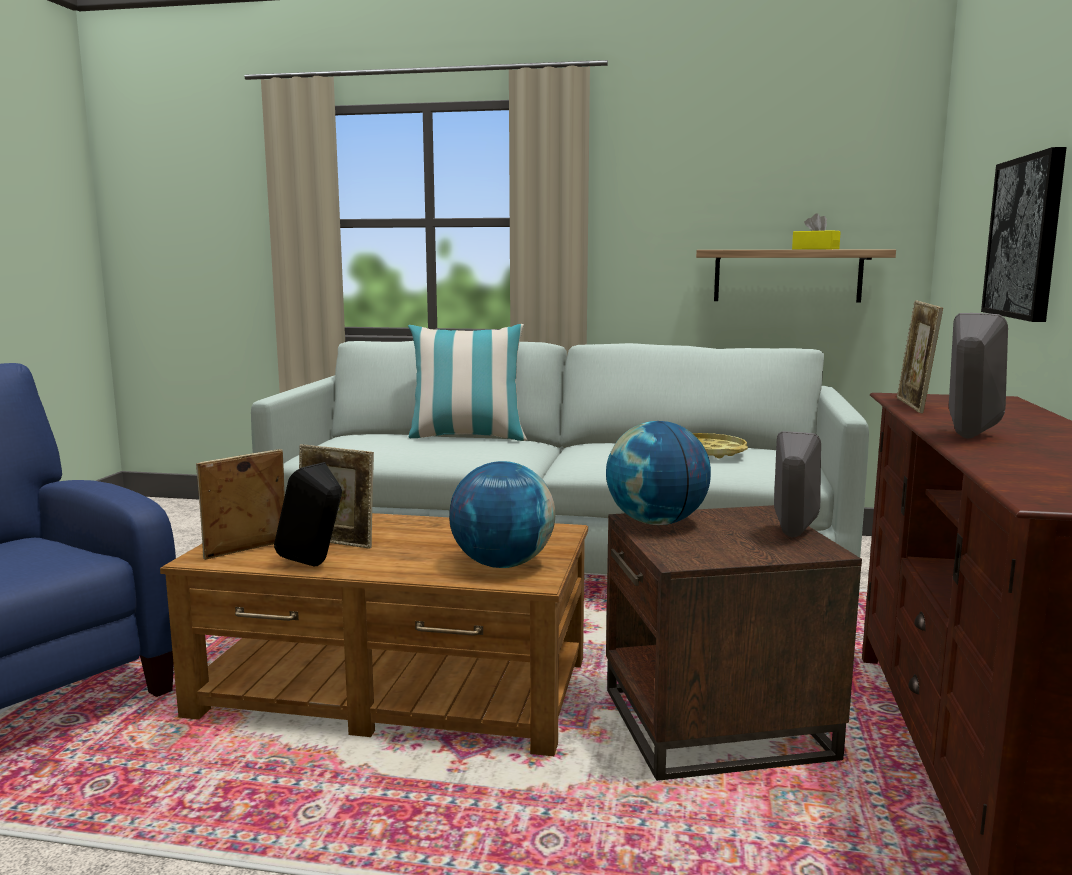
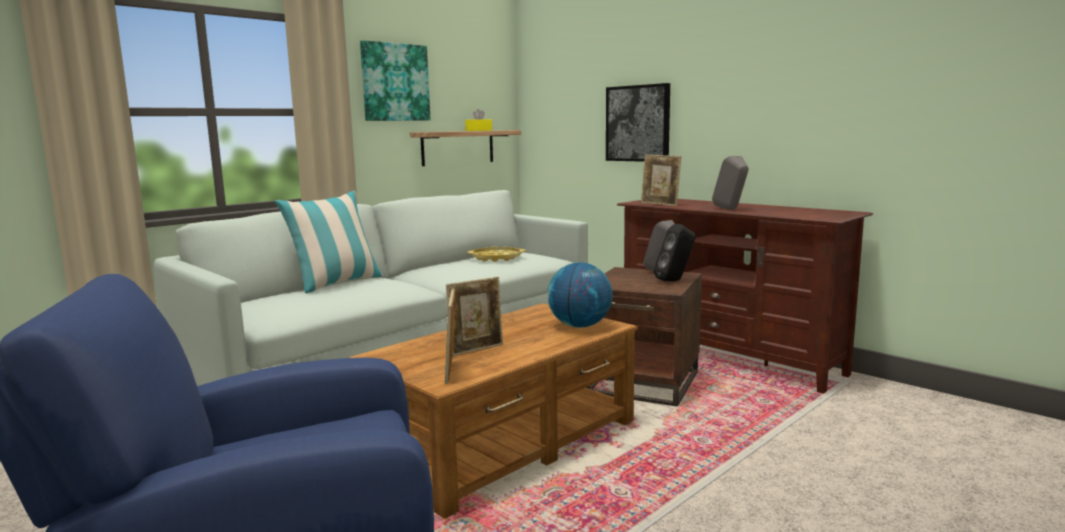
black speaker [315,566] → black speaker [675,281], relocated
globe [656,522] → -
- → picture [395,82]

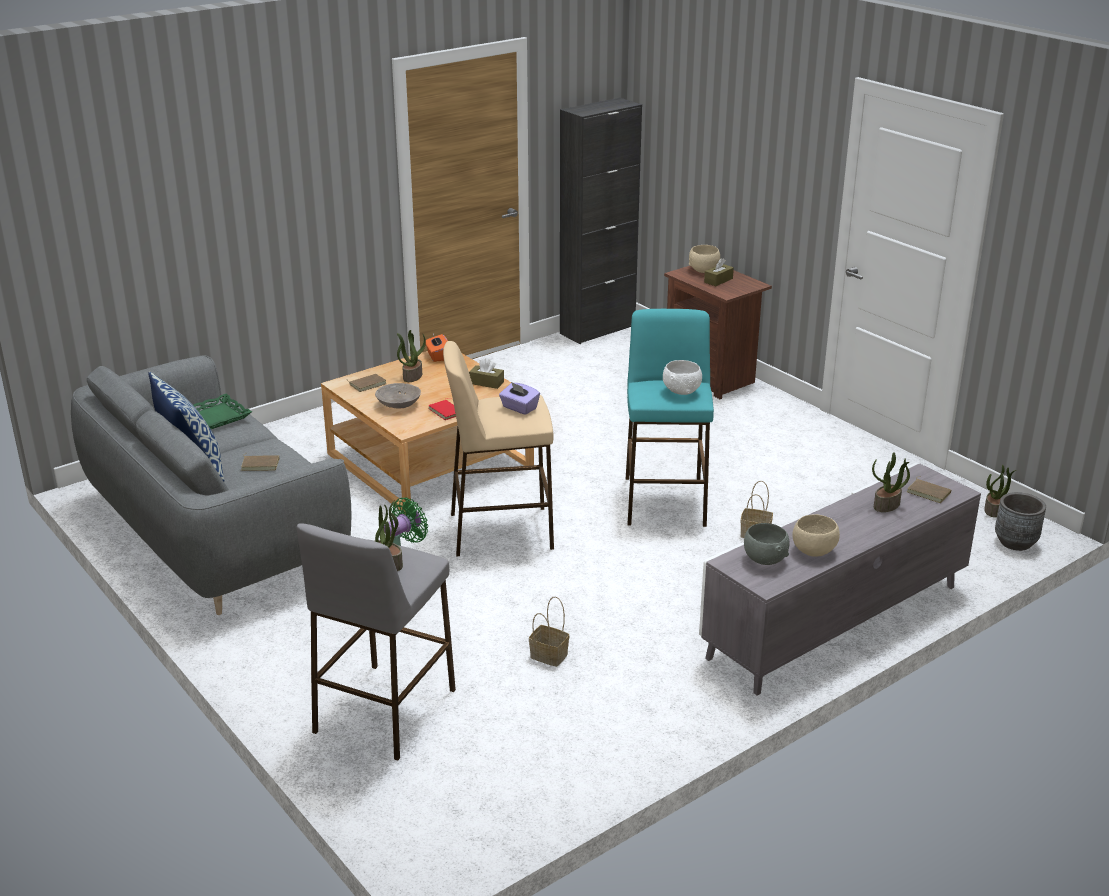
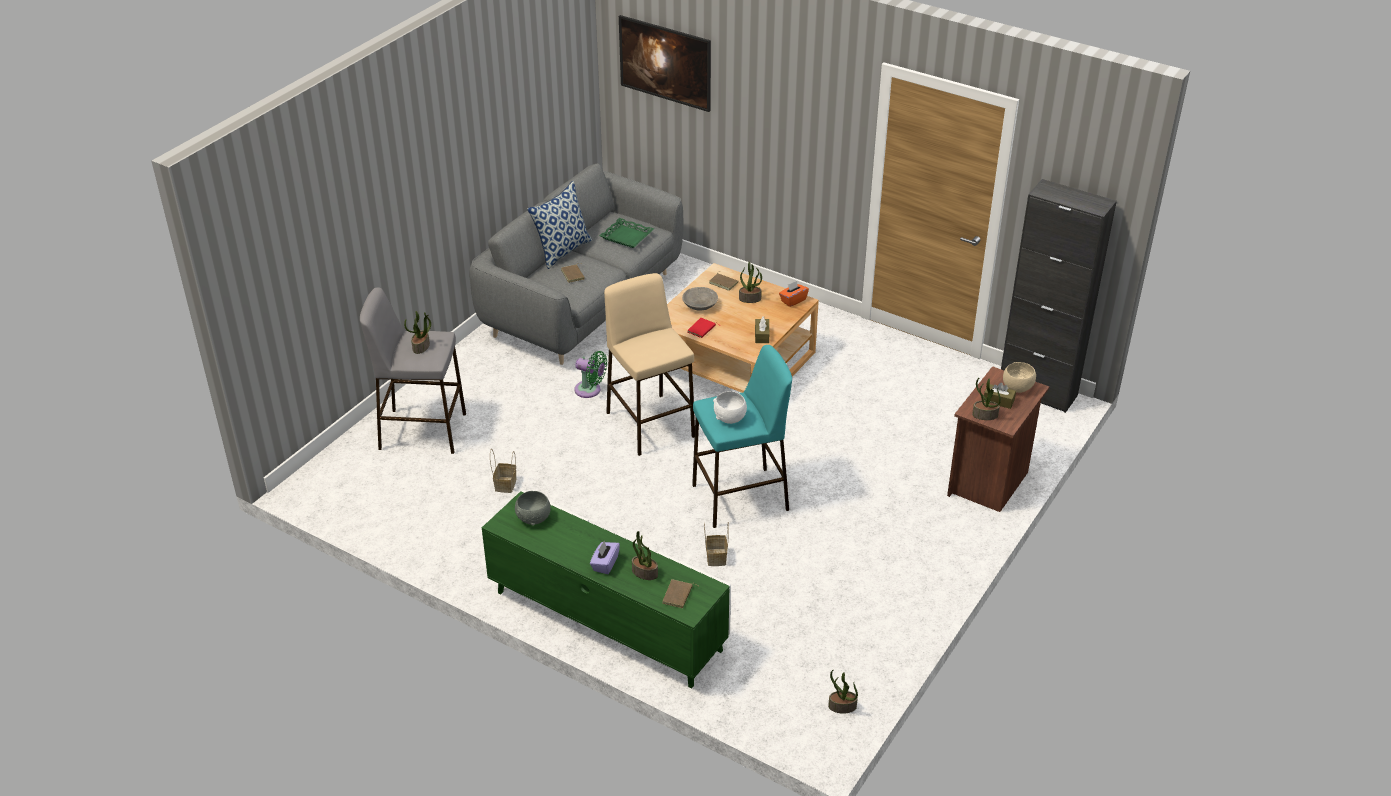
purple tissue box [519,408] → purple tissue box [605,564], relocated
grey tv stand [835,622] → green tv stand [607,621]
beige bowl [813,551] → -
grey planter [1015,542] → -
- → picture [665,80]
- → potted plant [984,415]

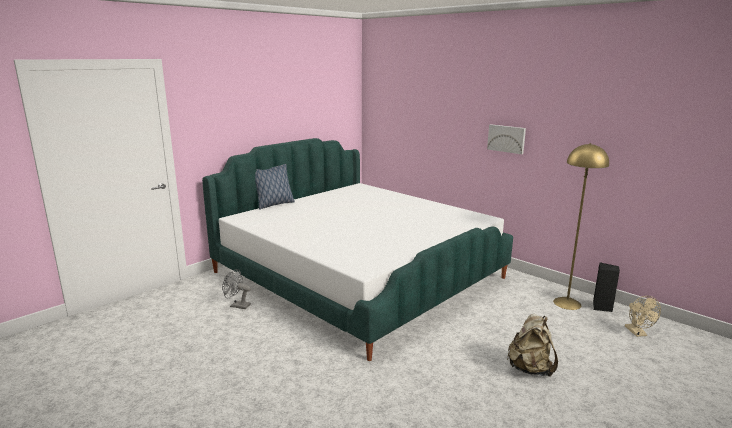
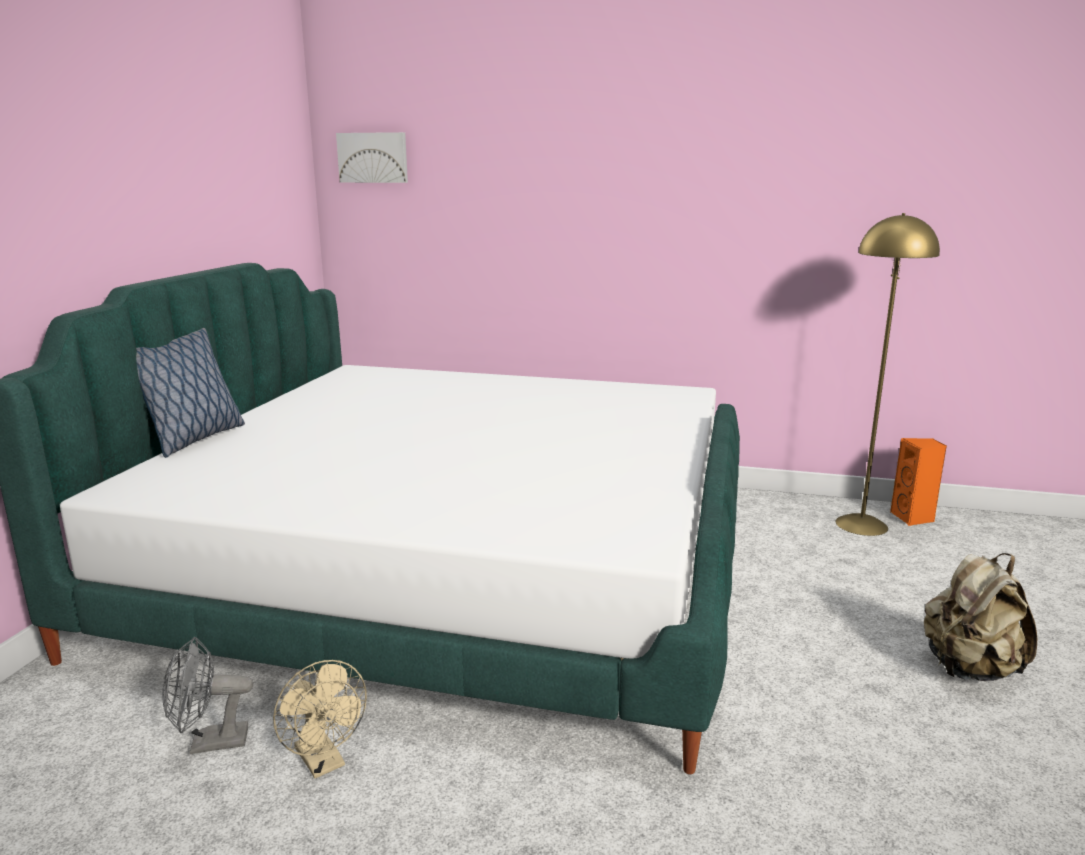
picture [506,138] → picture [373,157], relocated
black speaker [602,307] → orange speaker [913,518]
beige fan [638,333] → beige fan [324,762], relocated

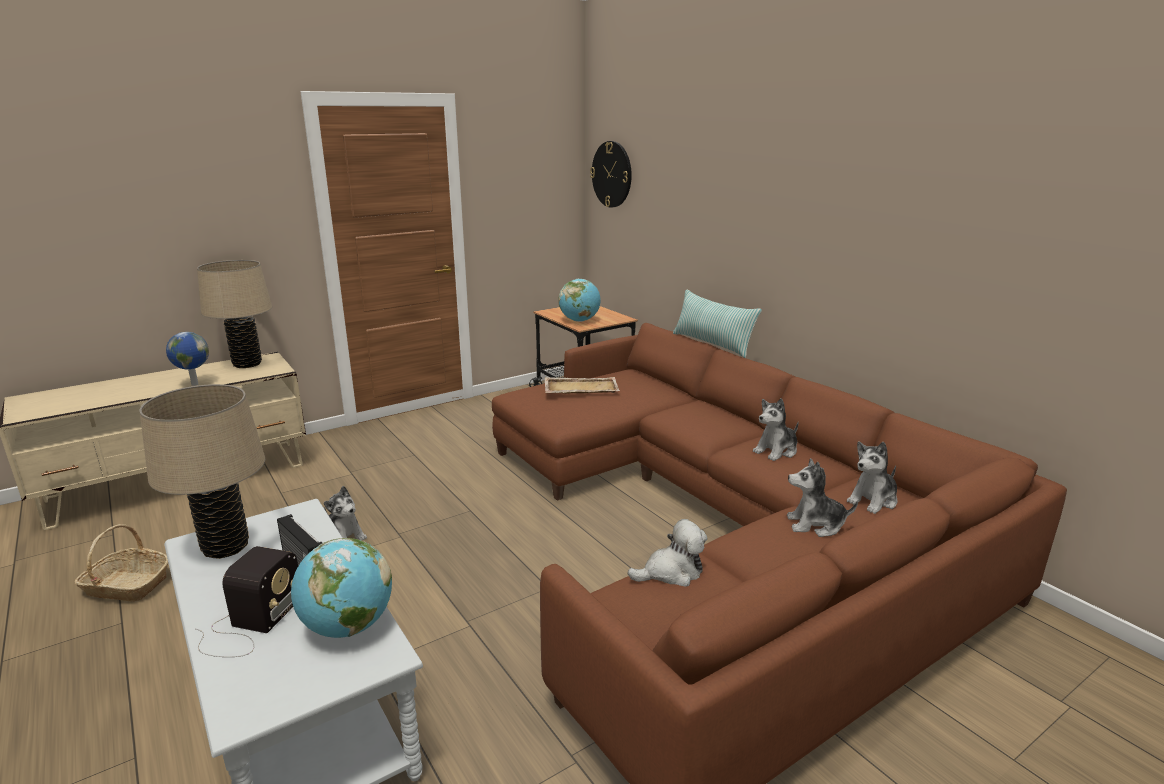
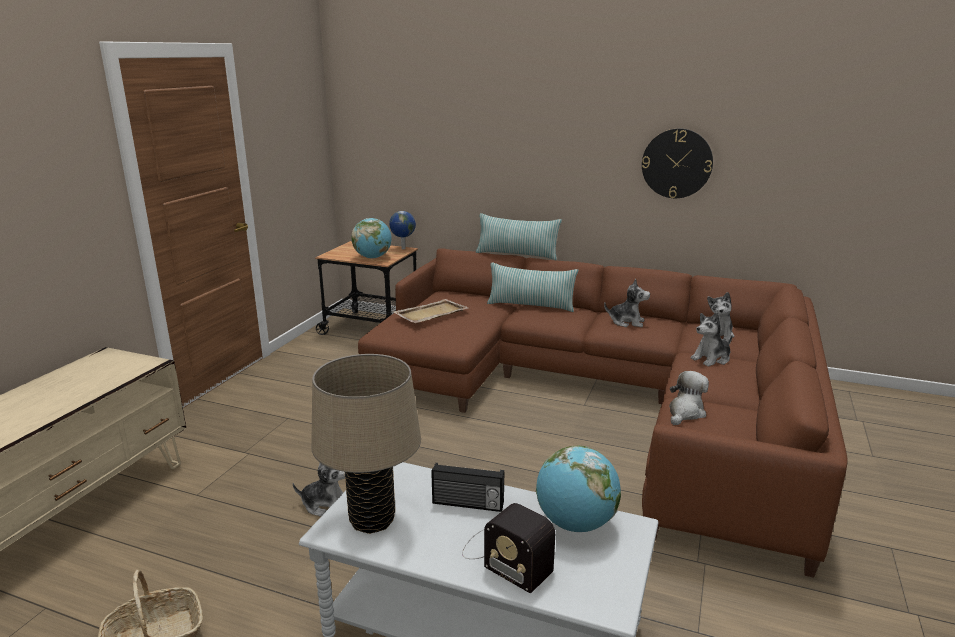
globe [194,384] → globe [403,248], relocated
radio [249,624] → radio [504,557], 150 degrees clockwise
beige table lamp [247,364] → -
wall clock [612,174] → wall clock [676,163], relocated
plush toy [776,451] → plush toy [626,322], 90 degrees counterclockwise
- → pillow [531,305]

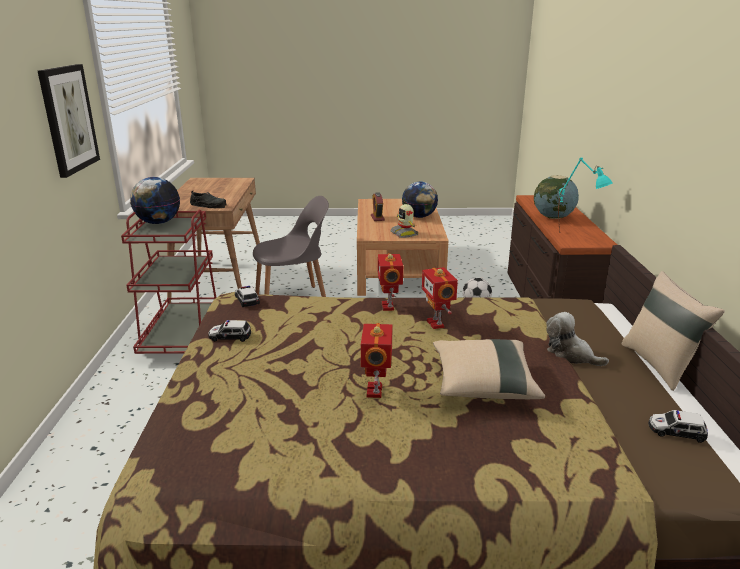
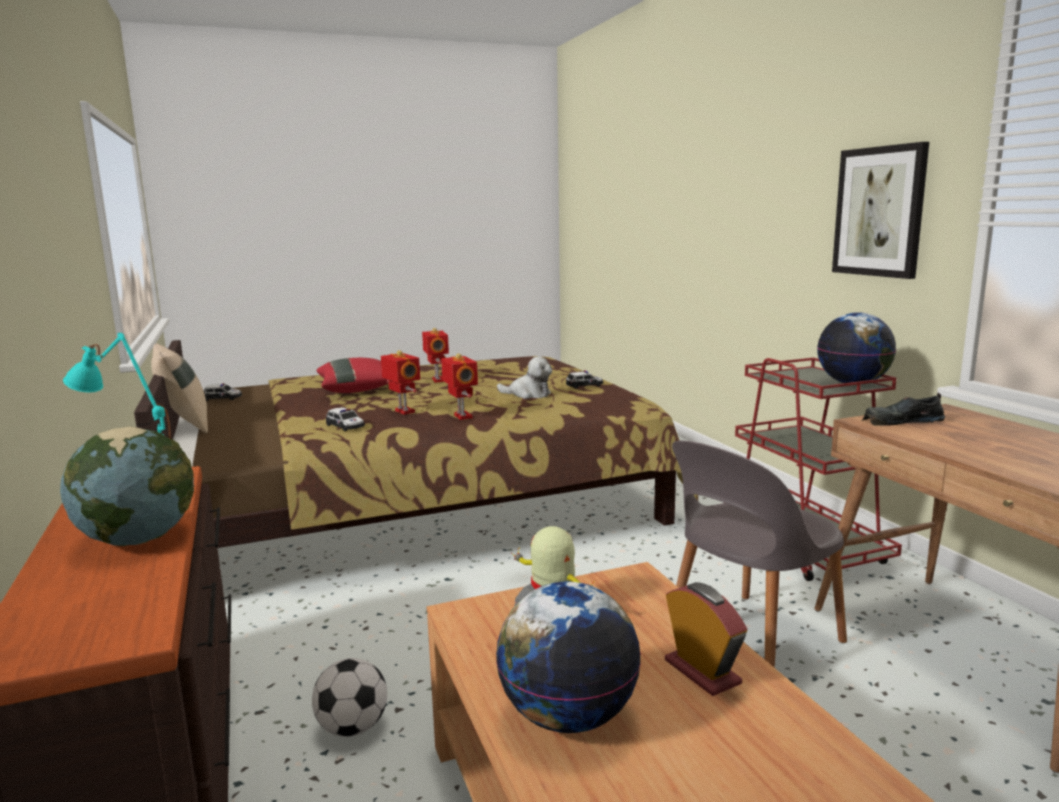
toy car [247,300] → toy car [345,426], relocated
beige pillow [483,385] → red pillow [358,390]
plush toy [570,355] → plush toy [528,394], relocated

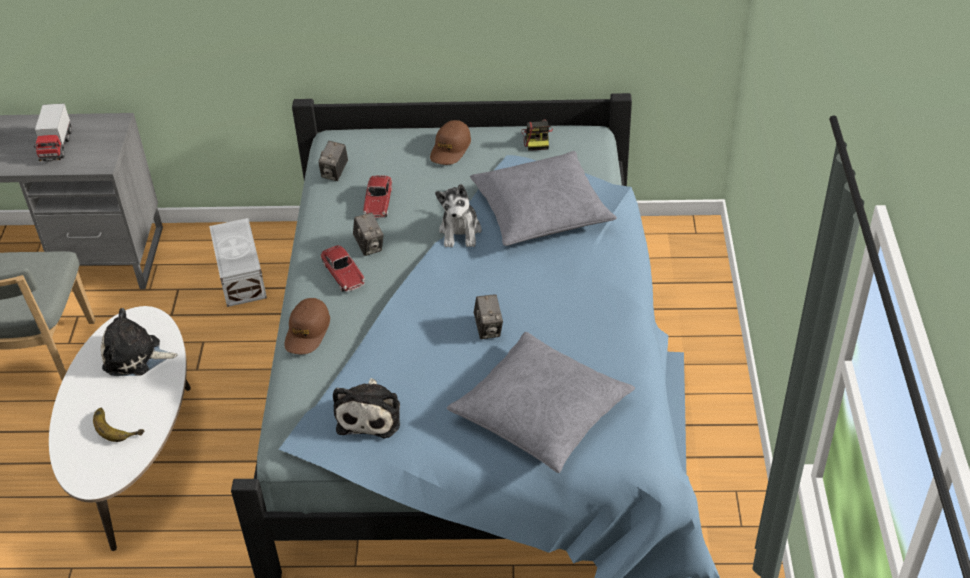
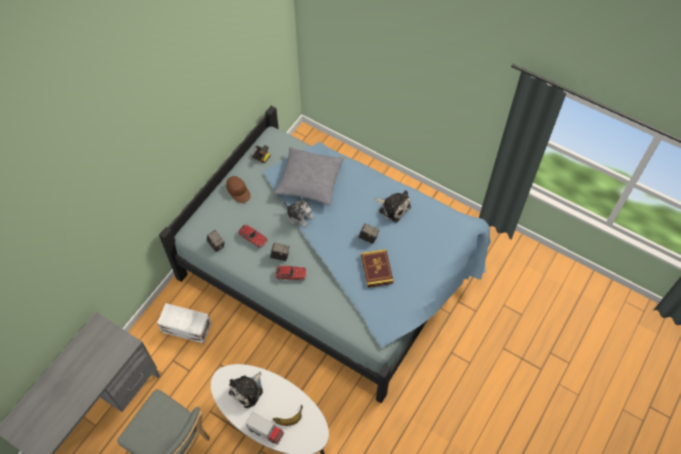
toy truck [56,146] → toy truck [265,431], relocated
brown cap [307,332] → -
plush toy [370,414] → plush toy [393,208], relocated
grey pillow [540,412] → -
- → book [376,269]

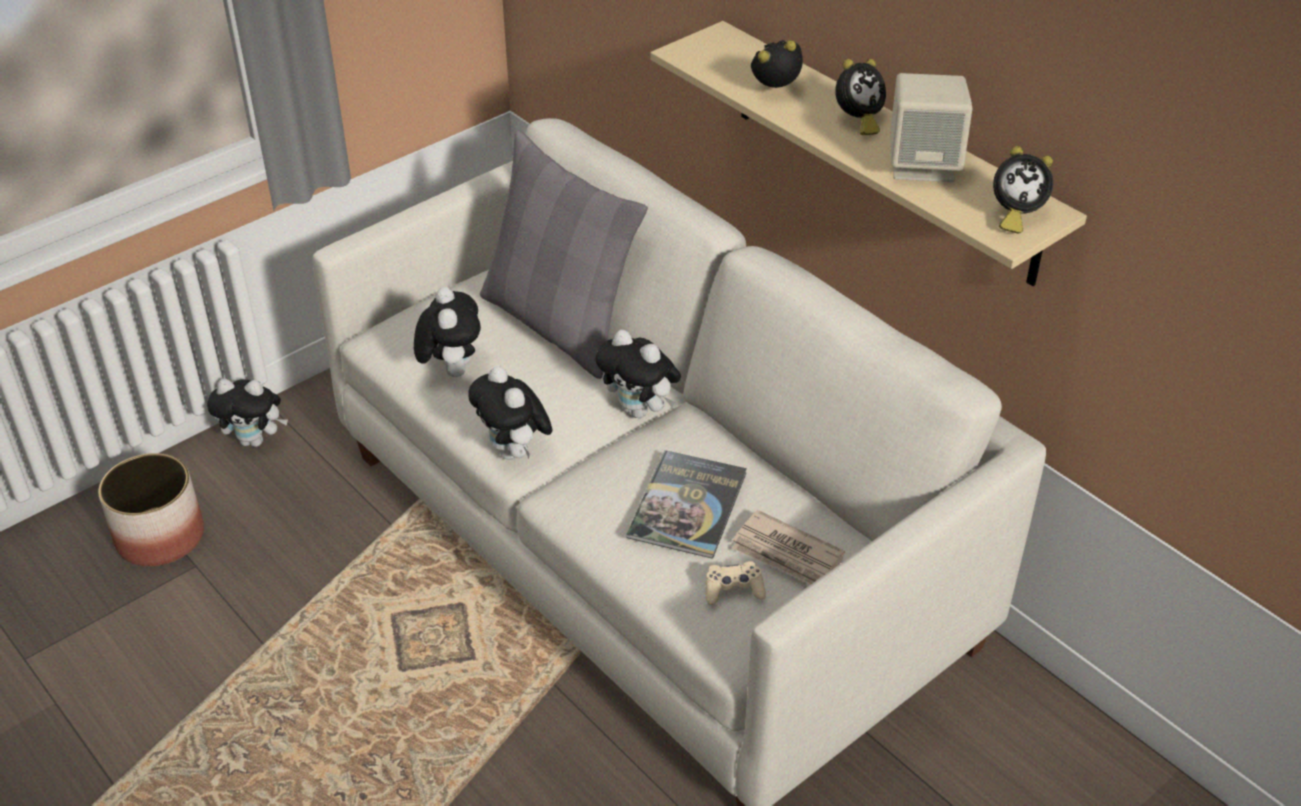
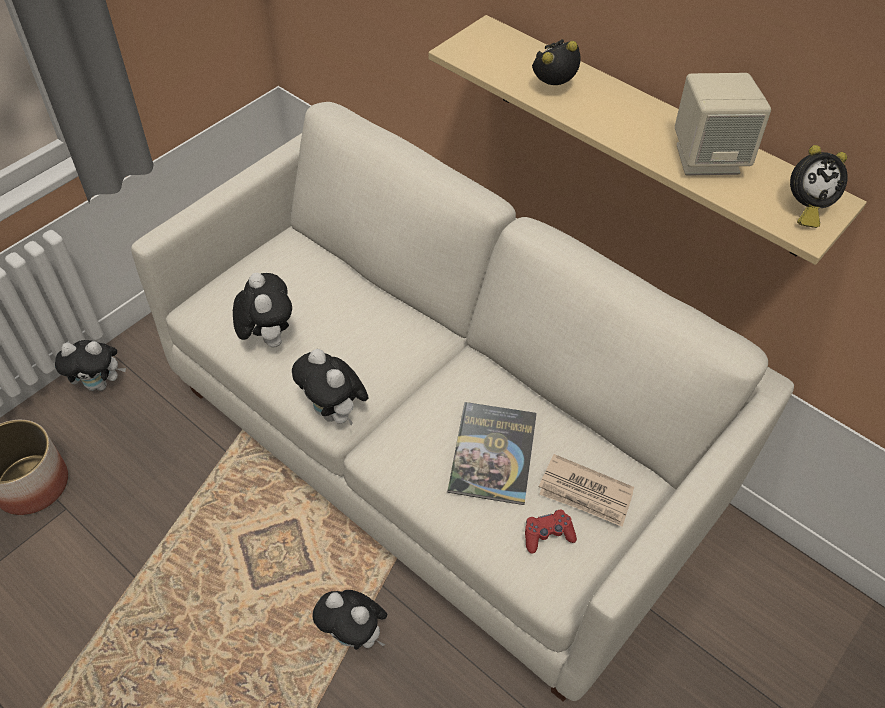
grey pillow [559,324] → -
plush toy [640,411] → plush toy [354,635], relocated
beige game controller [733,590] → red game controller [547,535]
alarm clock [857,122] → -

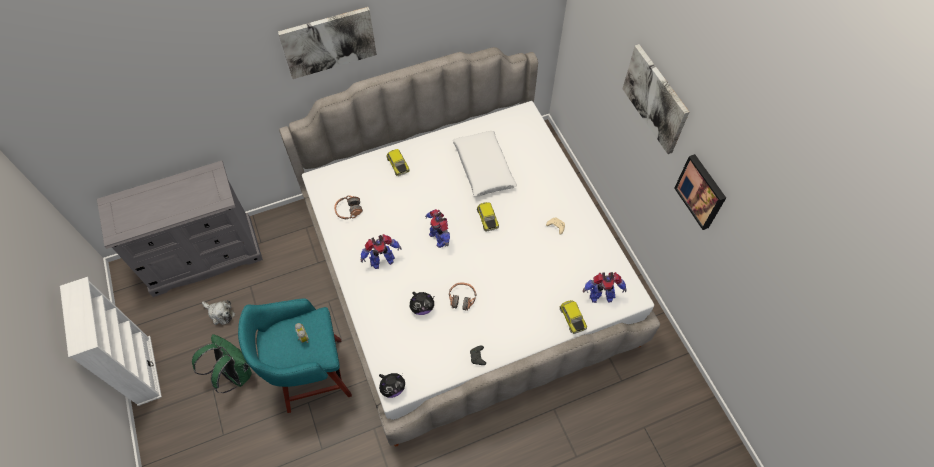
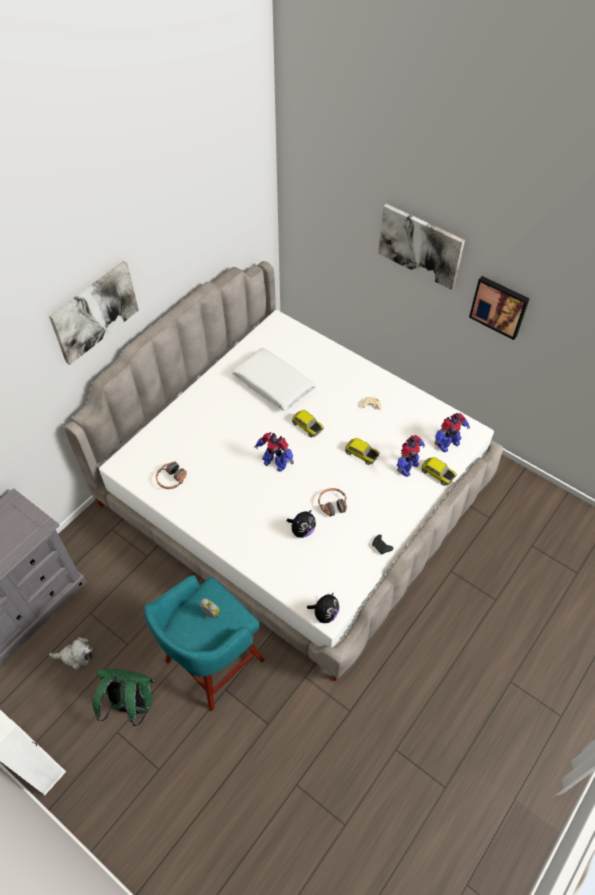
toy robot [382,260] → toy robot [407,467], relocated
toy car [397,165] → toy car [361,454], relocated

